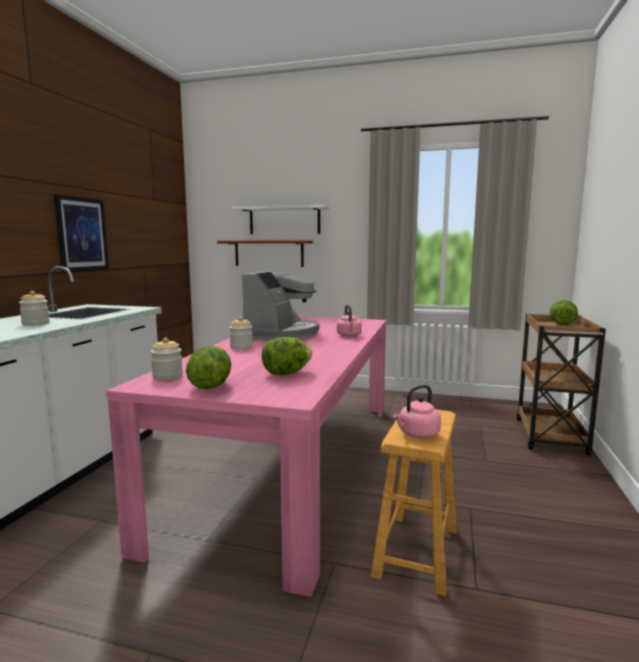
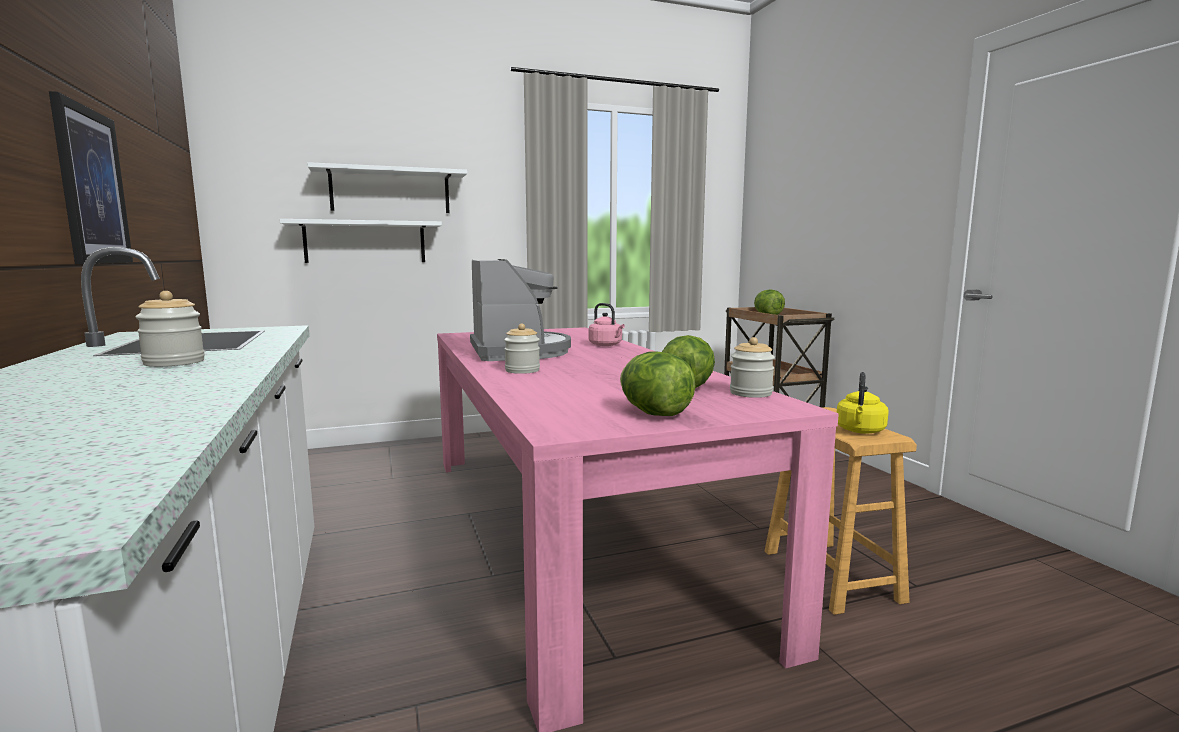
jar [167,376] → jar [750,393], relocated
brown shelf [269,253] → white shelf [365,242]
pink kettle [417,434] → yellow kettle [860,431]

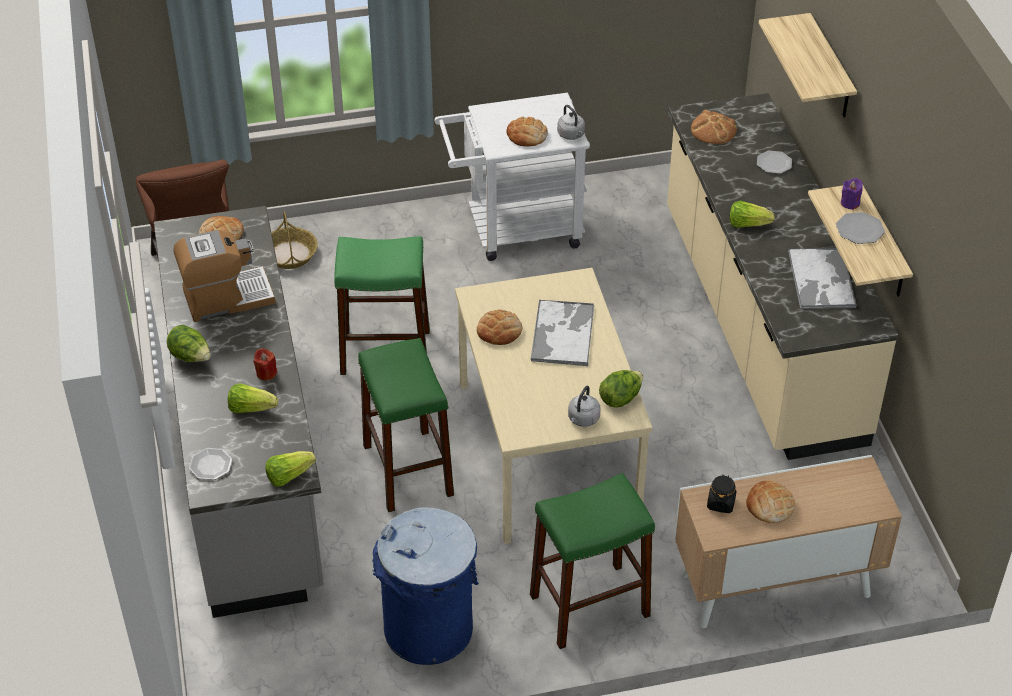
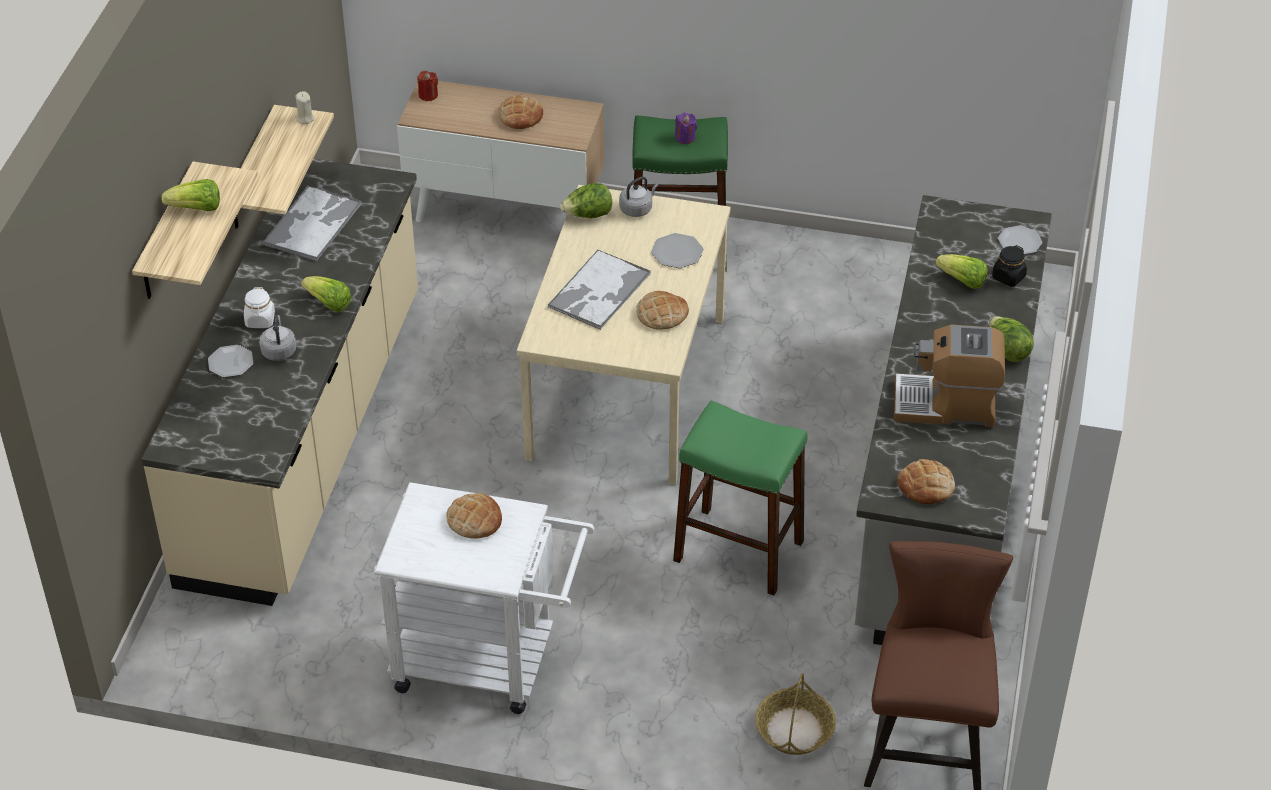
red candle [266,373] → red candle [428,95], relocated
lettuce [289,476] → lettuce [196,208], relocated
green stool [408,470] → -
blue trash can [429,629] → -
grey kettle [571,135] → grey kettle [279,350], relocated
bread [713,130] → -
black jar [721,503] → black jar [1008,277], relocated
plate [860,229] → plate [677,252], relocated
purple candle [850,203] → purple candle [685,137], relocated
- → white jar [260,320]
- → beige candle [305,118]

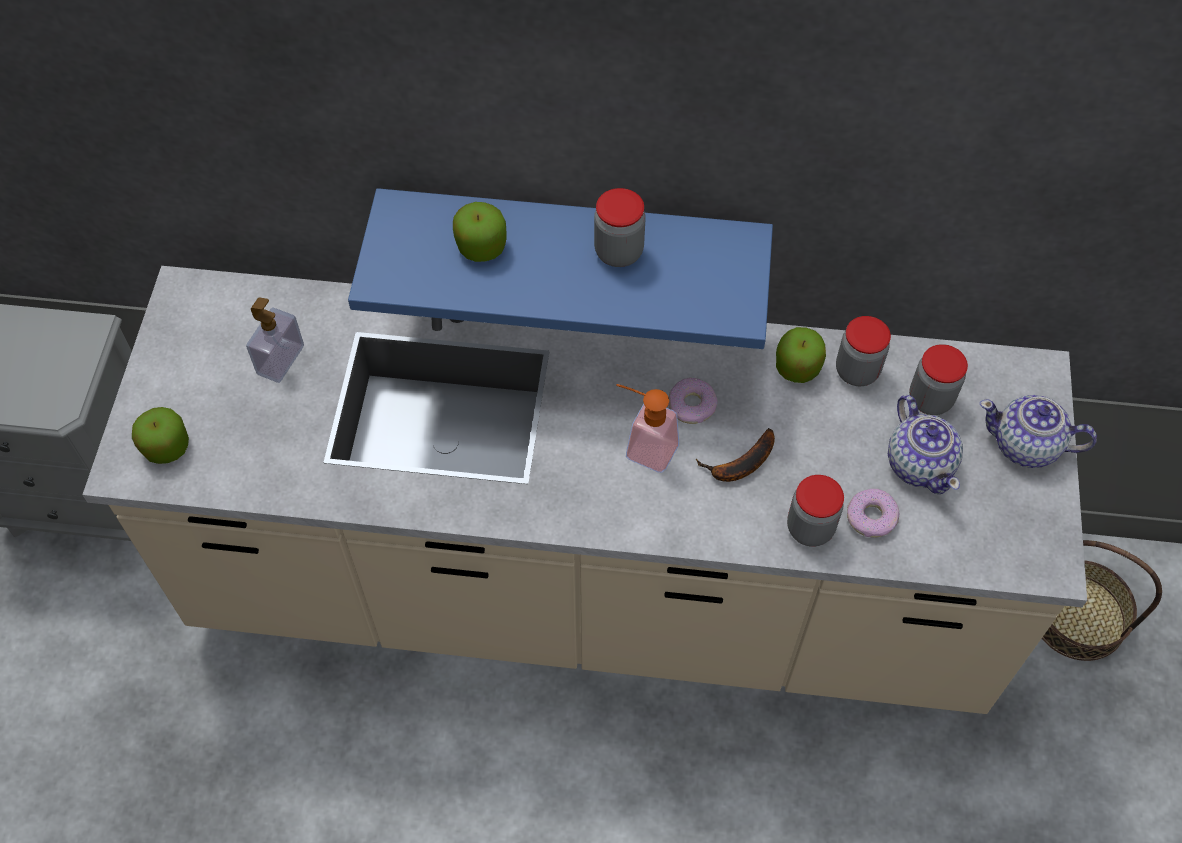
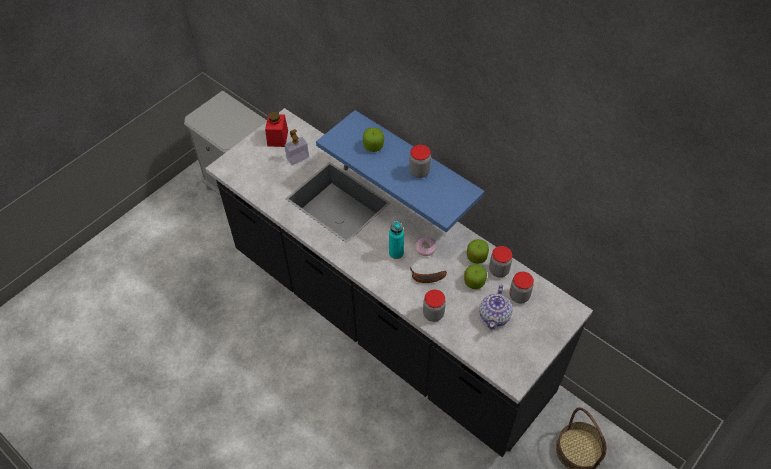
beige counter [591,592] → black counter [386,322]
apple [166,447] → apple [474,282], relocated
soap dispenser [643,447] → turquoise bottle [396,253]
donut [871,517] → -
teapot [1026,446] → -
- → red jar [277,138]

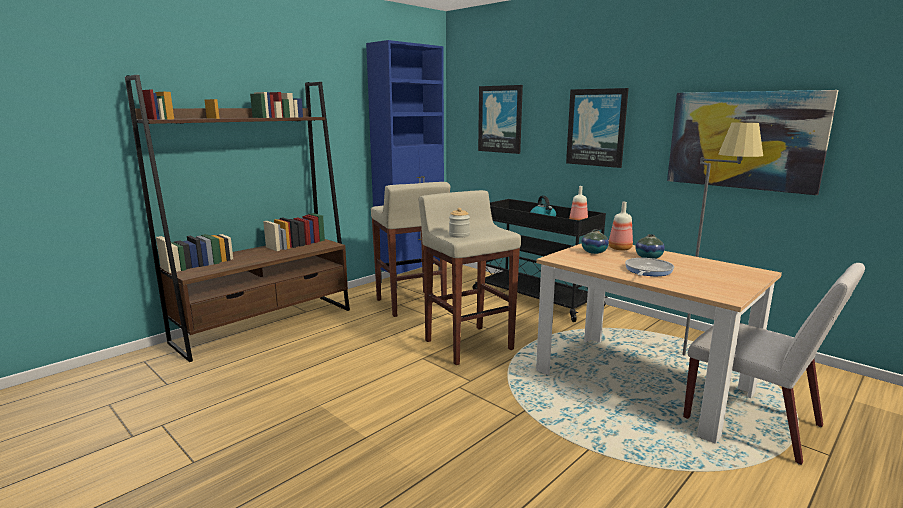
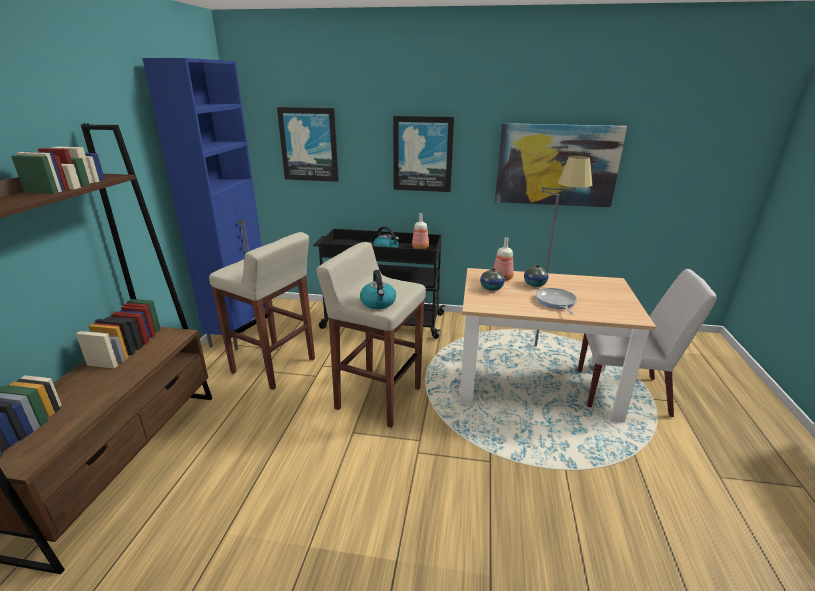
jar [459,235] → kettle [378,303]

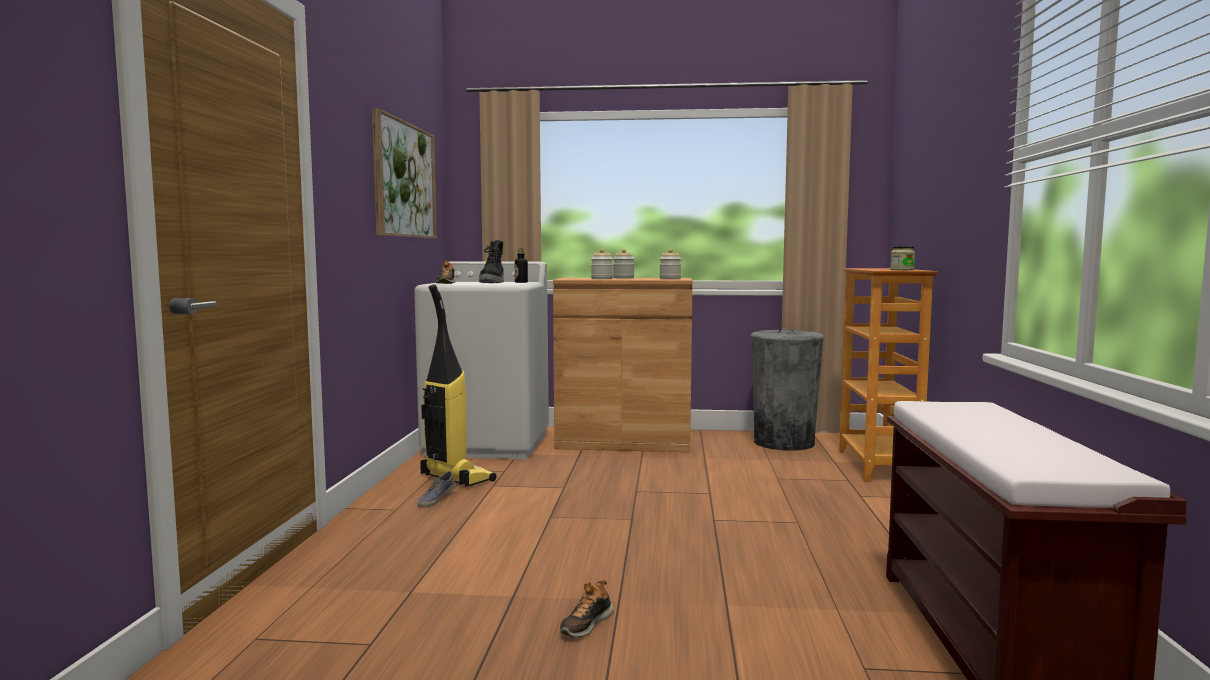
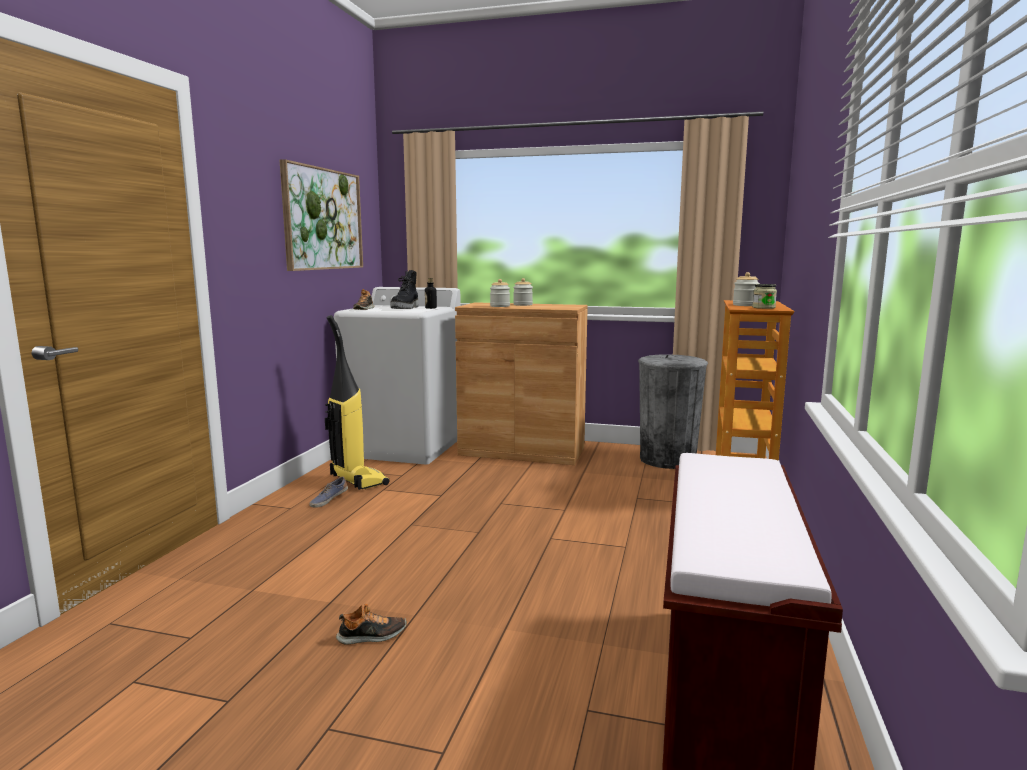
shoe [586,624] → shoe [372,636], 150 degrees counterclockwise
jar [670,278] → jar [745,305], relocated

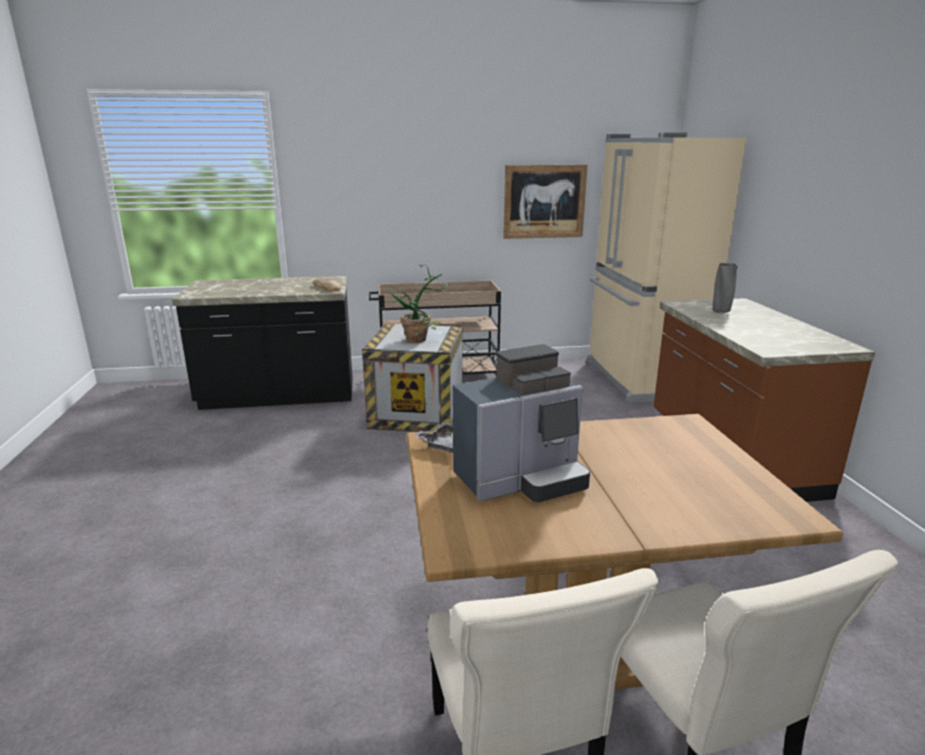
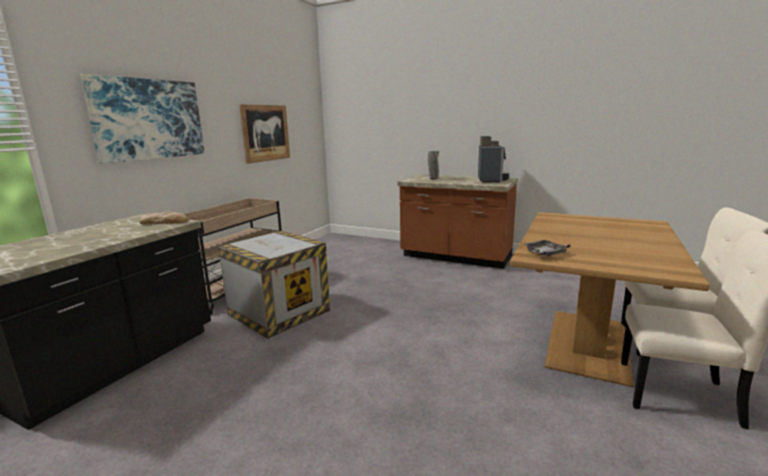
potted plant [422,340] → -
coffee machine [522,479] → coffee machine [491,180], relocated
beige fridge [639,379] → -
- → picture [149,119]

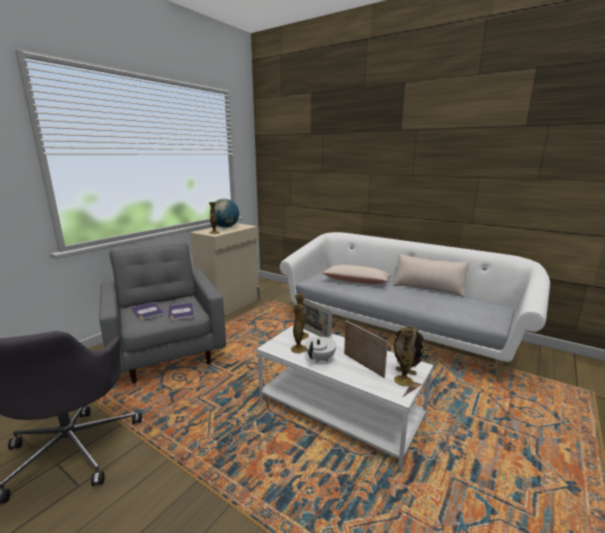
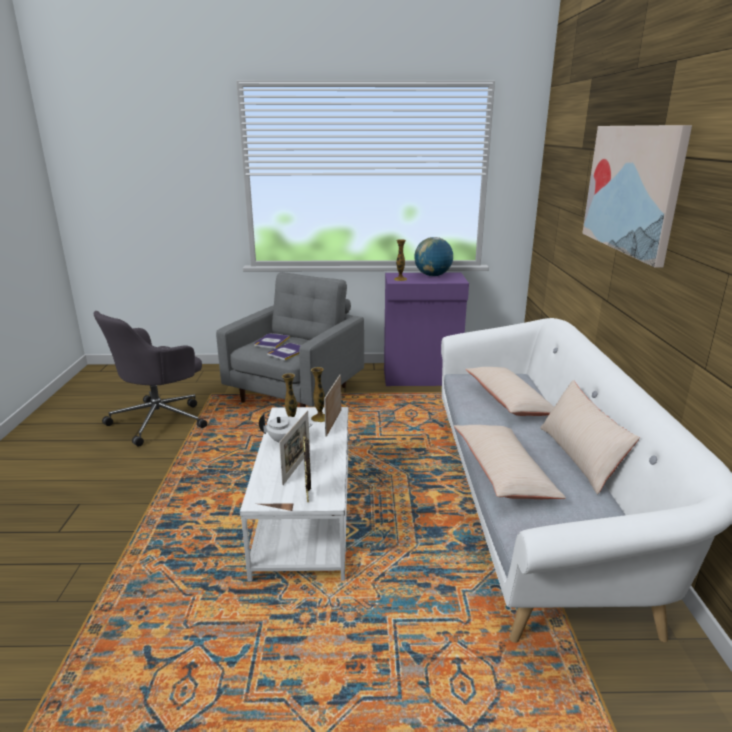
beige cabinet [230,304] → purple cabinet [422,378]
vase [403,381] → -
- → beige pillow [503,472]
- → picture [632,189]

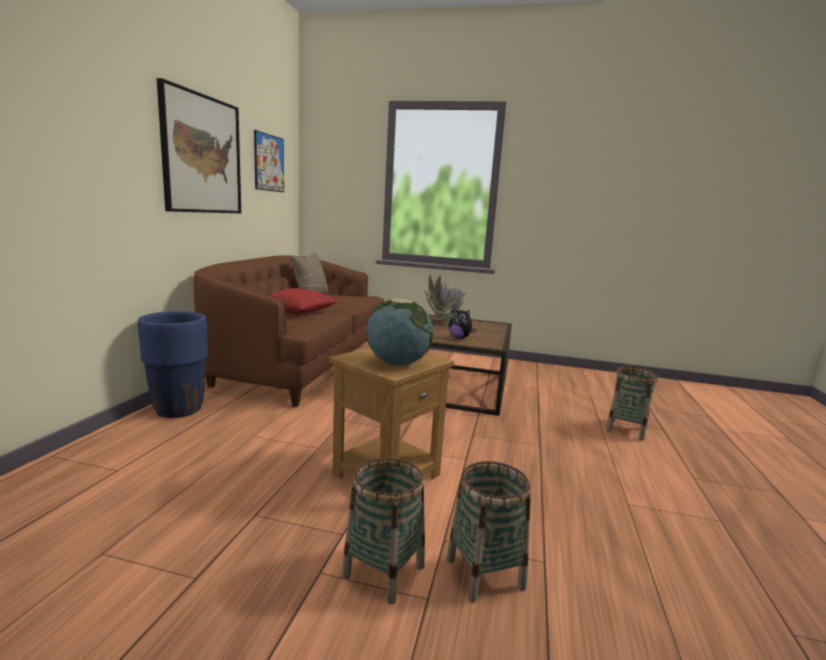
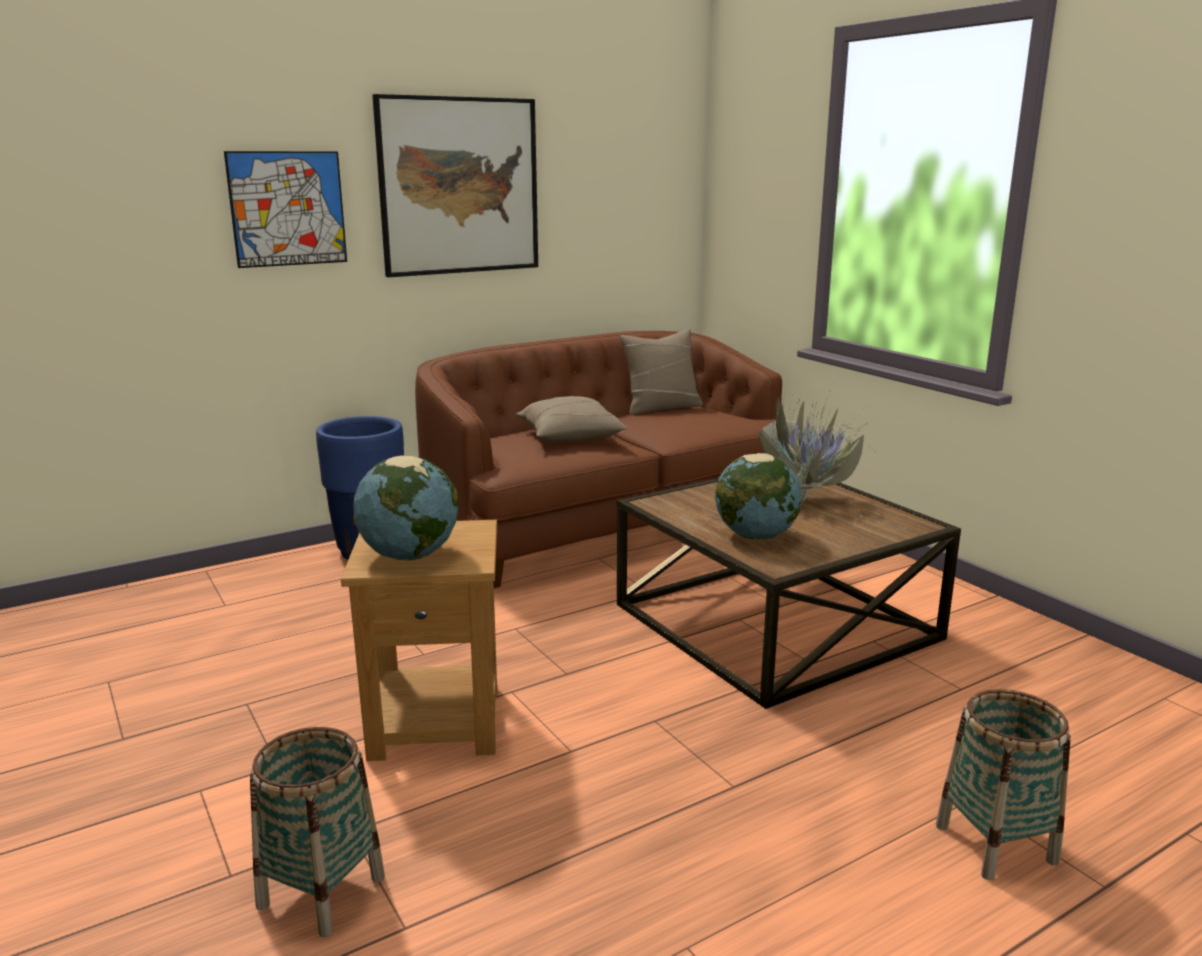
picture [269,163] → picture [288,209], relocated
red pillow [300,311] → beige pillow [571,437]
basket [384,571] → -
plush toy [460,338] → globe [756,536]

